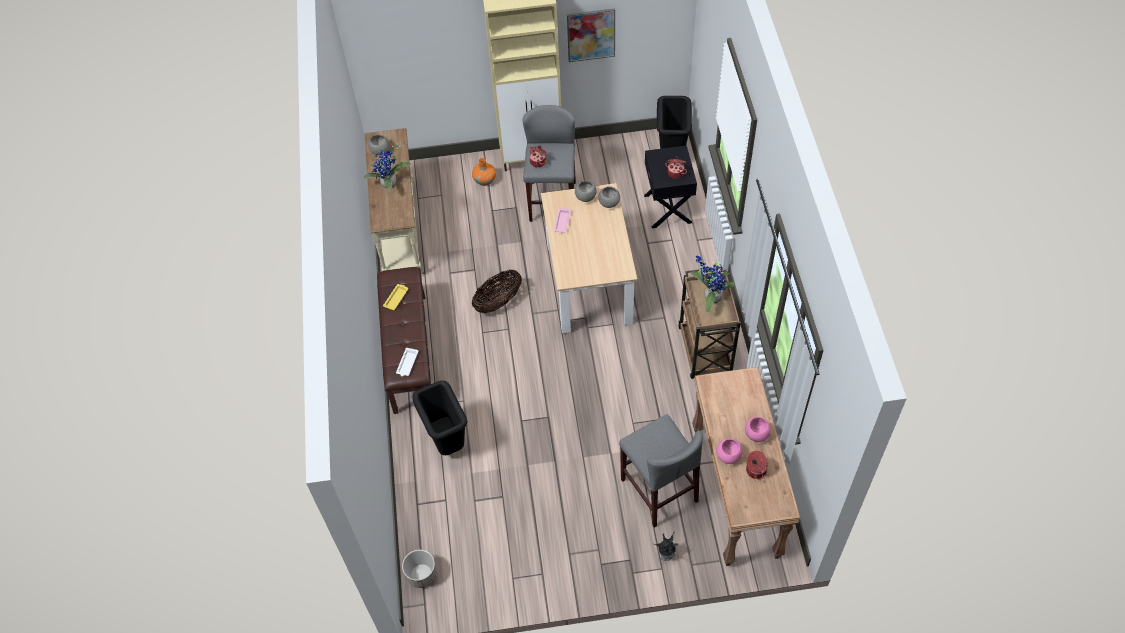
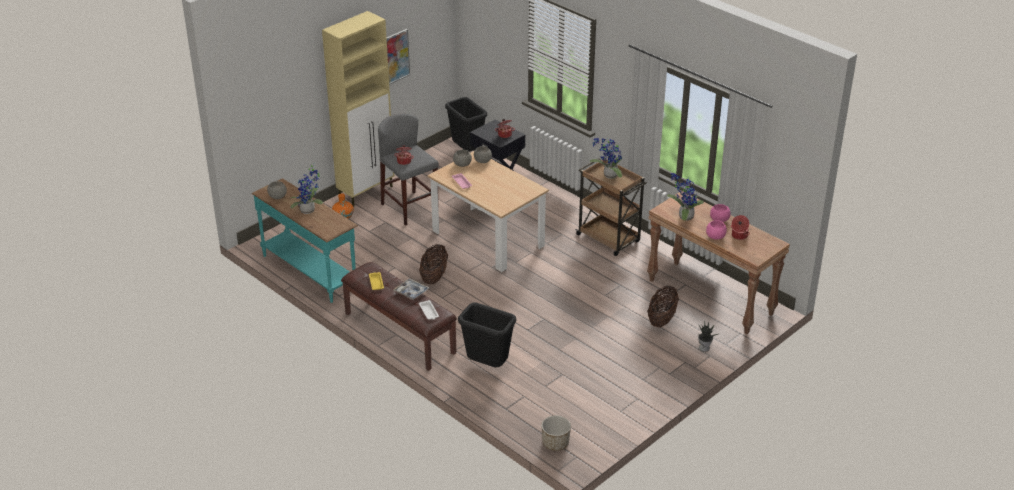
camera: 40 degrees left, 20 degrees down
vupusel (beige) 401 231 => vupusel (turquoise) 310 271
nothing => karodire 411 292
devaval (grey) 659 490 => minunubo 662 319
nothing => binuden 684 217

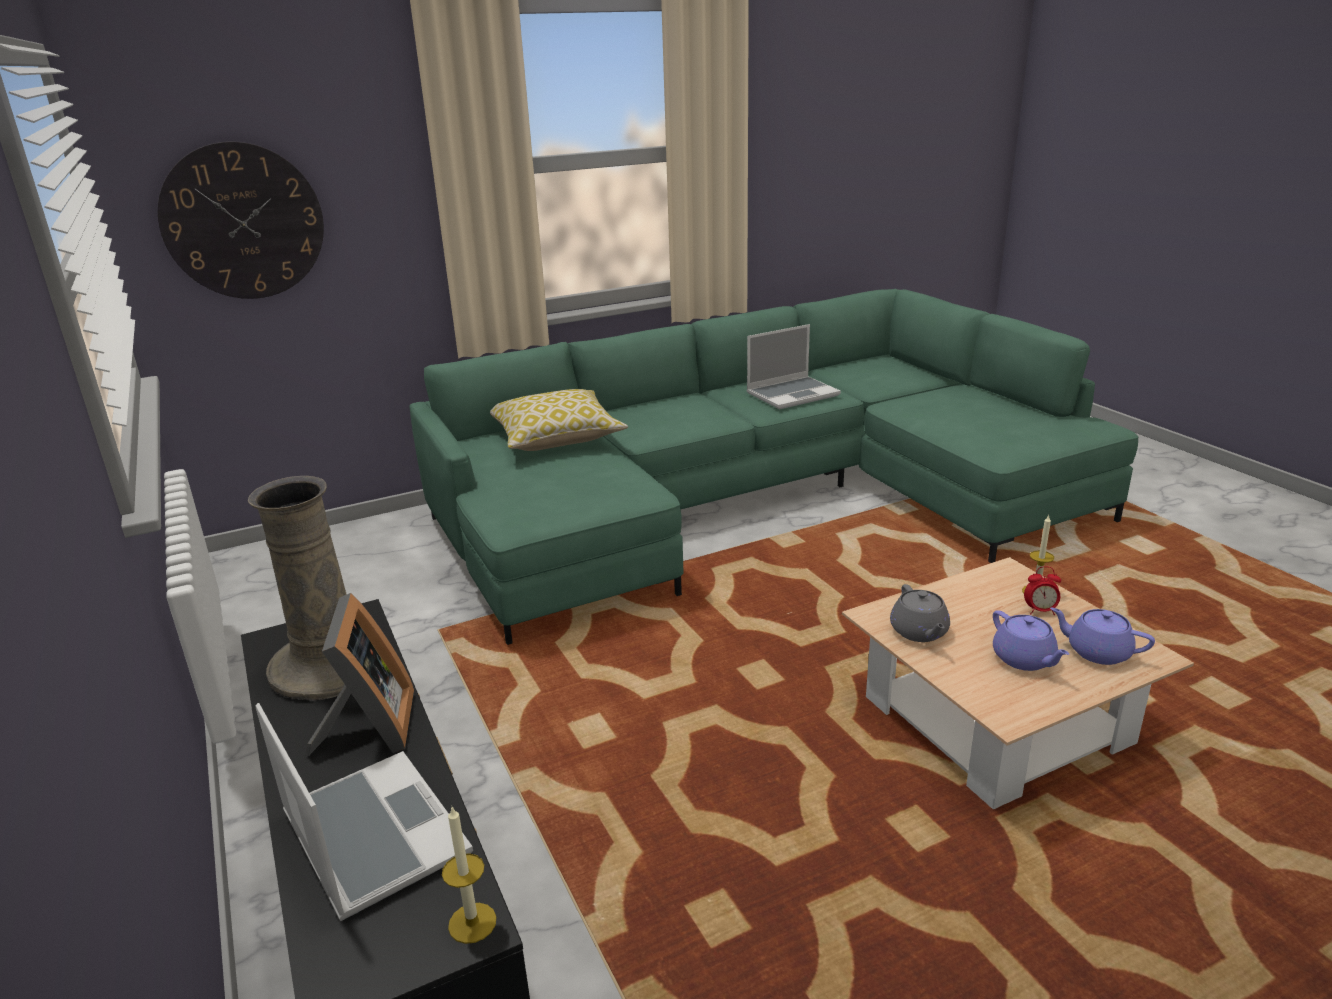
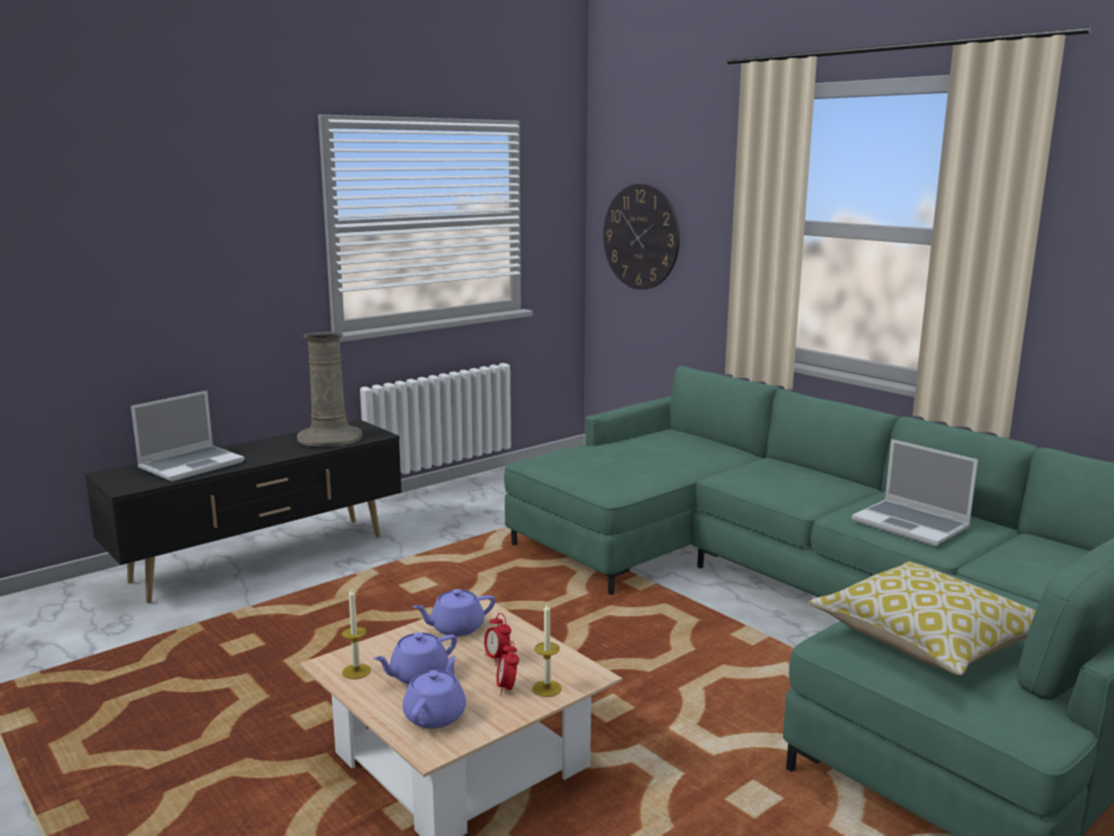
camera: 75 degrees right, 10 degrees down
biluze 472 923 => biluze 356 671, relocated
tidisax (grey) 919 632 => tidisax (purple) 456 628
nothing => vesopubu 497 659
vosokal 556 438 => vosokal 928 641, relocated
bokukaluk 369 728 => nothing

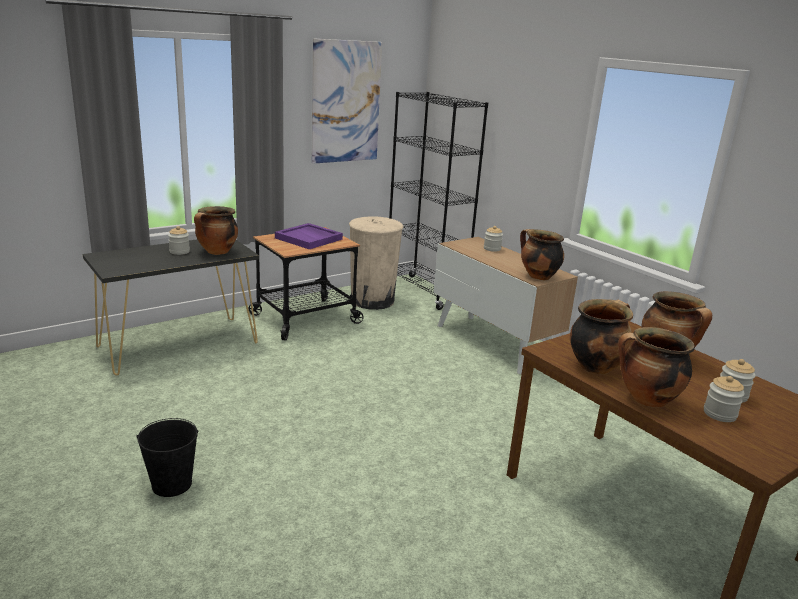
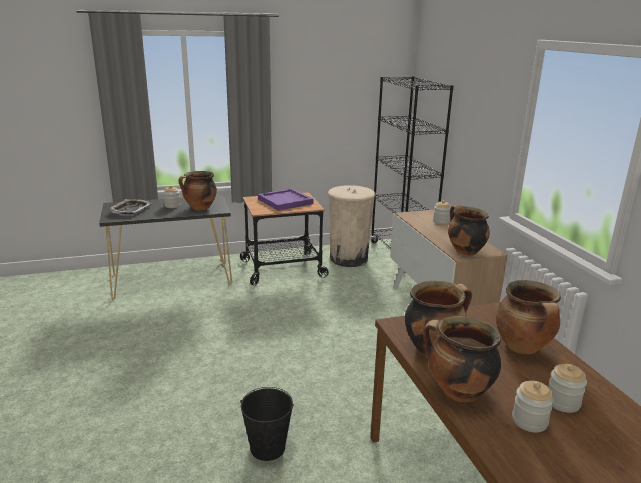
camera: 20 degrees right, 0 degrees up
nothing => karodire 131 210
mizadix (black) 172 484 => mizadix (black) 267 448, relocated
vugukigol 346 102 => nothing

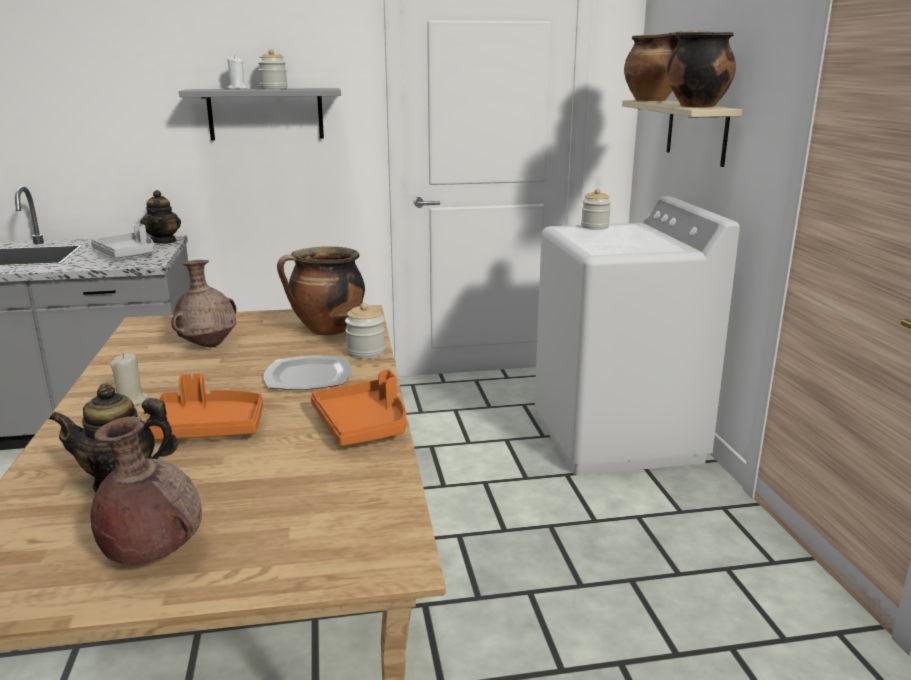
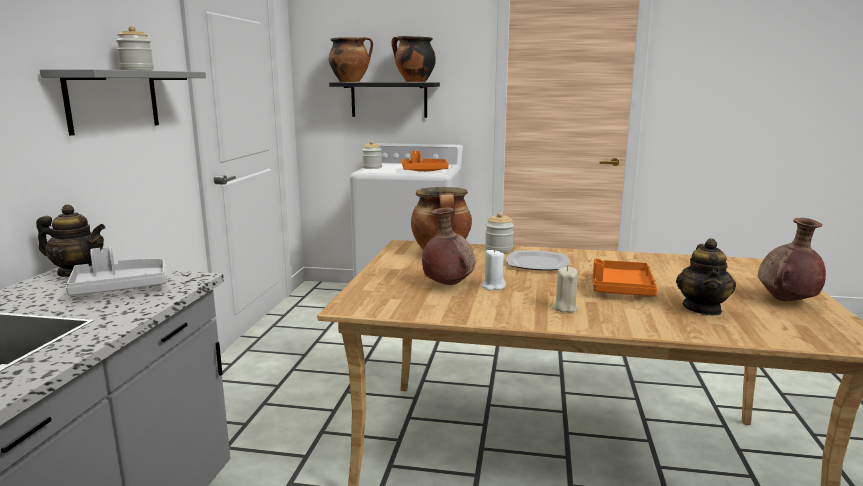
camera: 70 degrees left, 5 degrees down
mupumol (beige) 696 131 => mupumol (black) 389 99
karodire (orange) 363 425 => karodire (orange) 424 171, relocated
biluze (white) 237 89 => biluze (white) 493 286, relocated

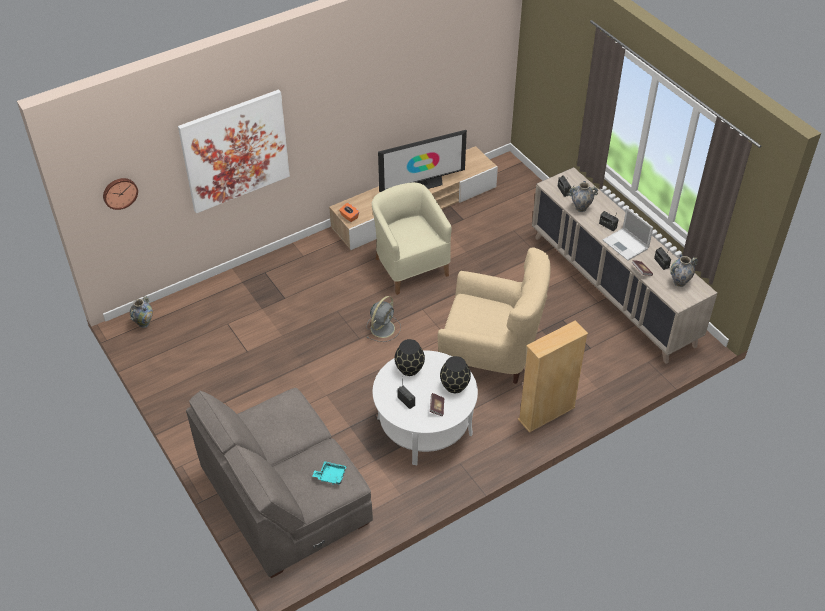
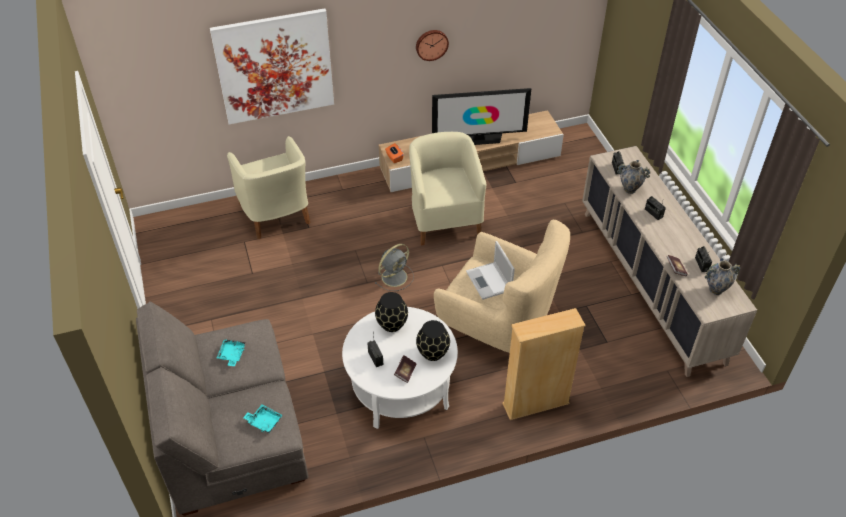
camera: 15 degrees right, 0 degrees up
nothing => karodire (turquoise) 232 355
nothing => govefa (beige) 276 214
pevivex 119 192 => pevivex 431 44, relocated
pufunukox 626 245 => pufunukox 489 281, relocated
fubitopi 144 323 => nothing

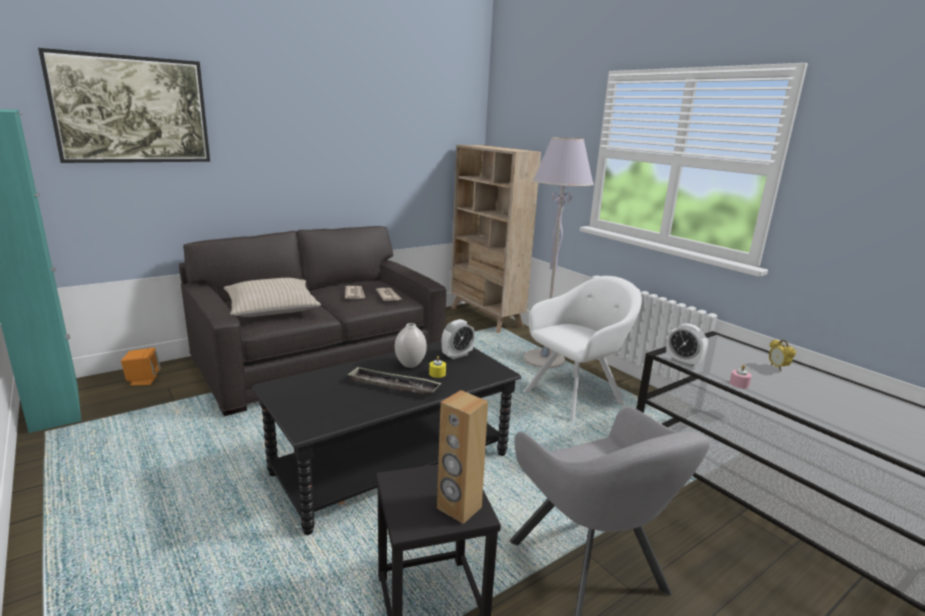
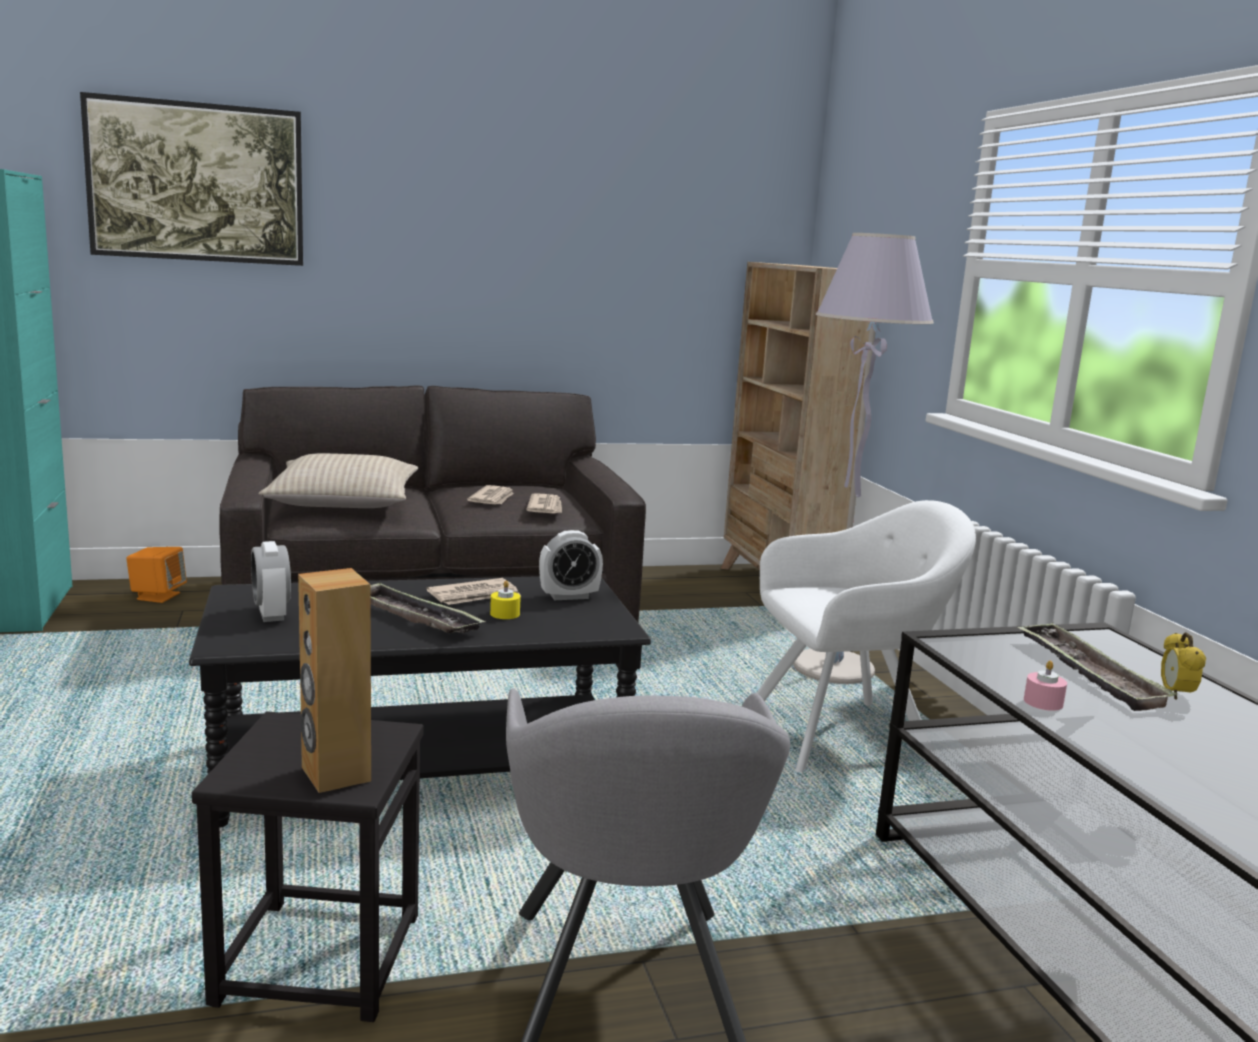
camera: 20 degrees right, 5 degrees down
vesopubu 683 362 => vesopubu 271 614, relocated
fubitopi (white) 410 364 => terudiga 475 596
nothing => karodire 1088 673

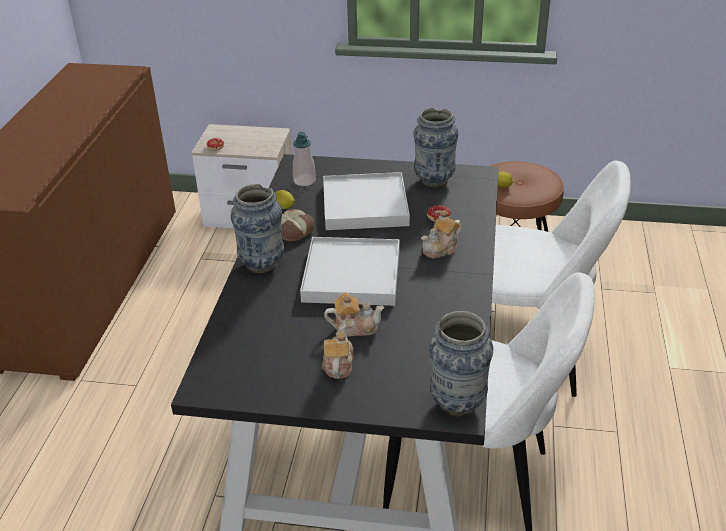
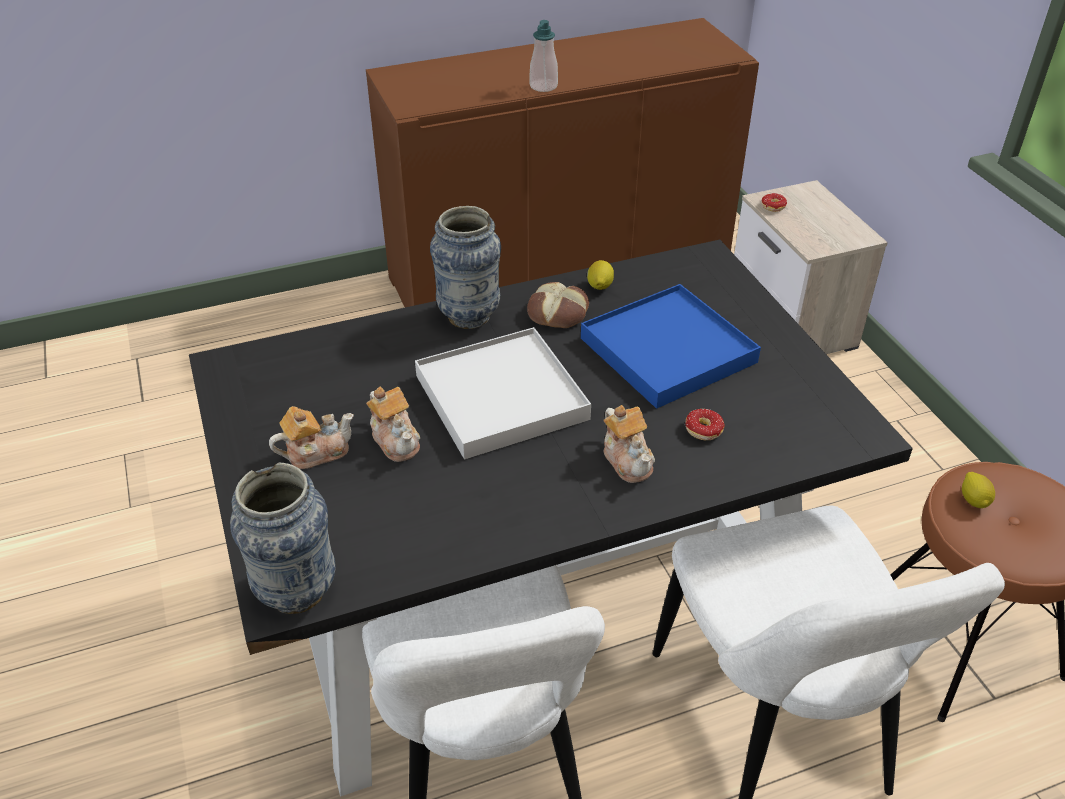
camera: 60 degrees right, 5 degrees up
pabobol 304 181 => pabobol 543 86, relocated
karodire (white) 364 205 => karodire (blue) 668 350
tidisax 441 249 => tidisax 628 459, 135 degrees counterclockwise
fubitopi 434 180 => nothing

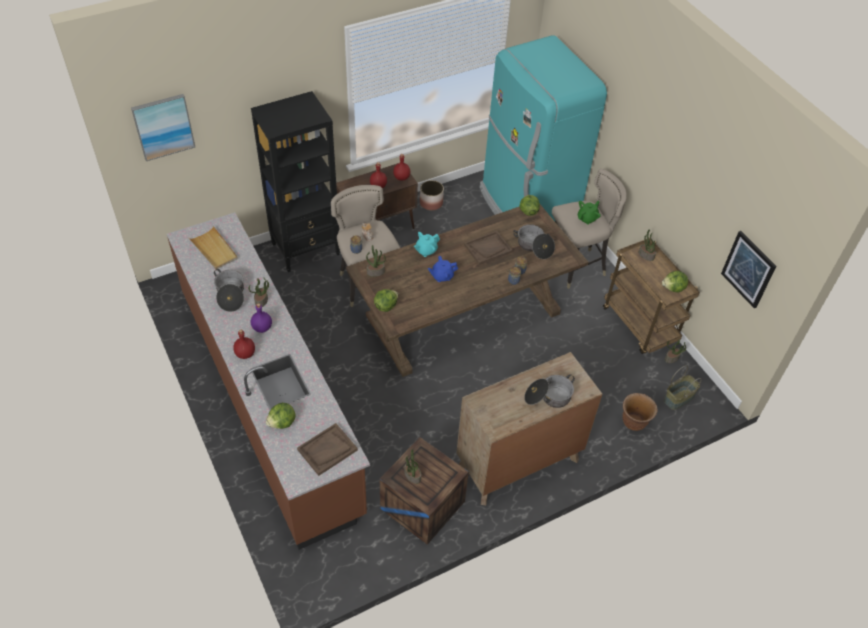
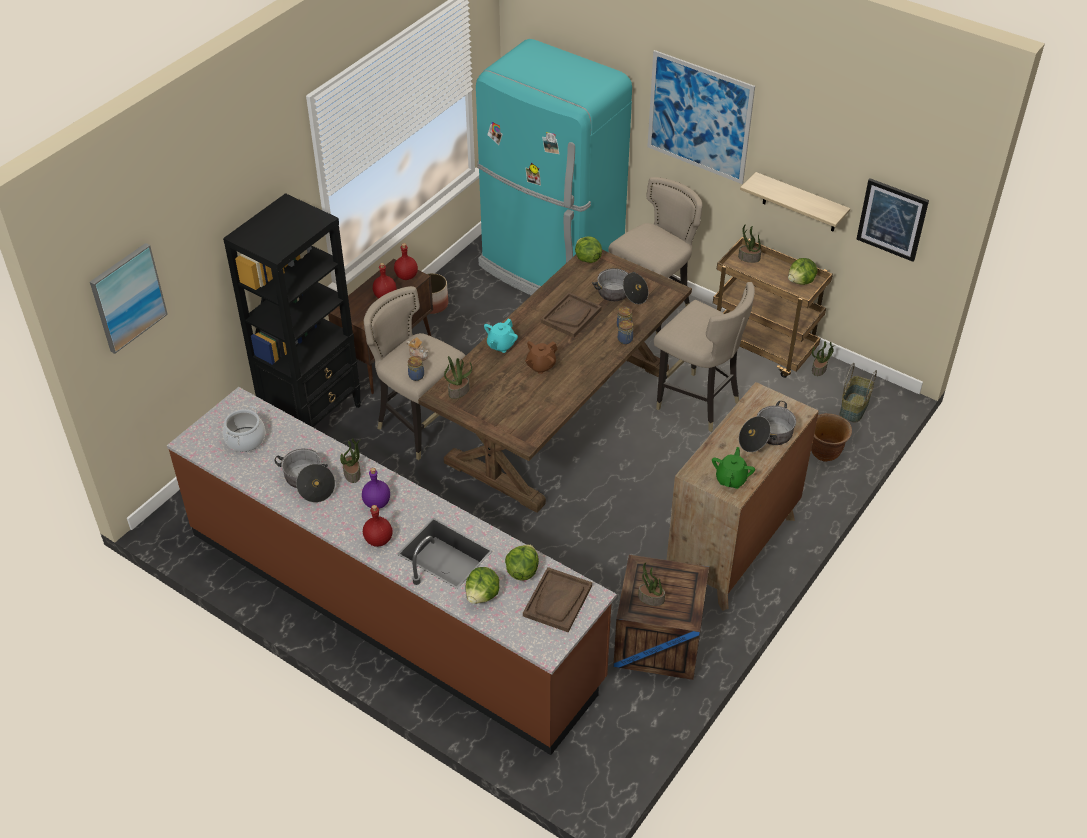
camera: 25 degrees left, 5 degrees down
karodire (beige) 214 250 => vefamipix 245 439
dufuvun 385 306 => dufuvun 522 571, relocated
tidisax (blue) 442 276 => tidisax (brown) 540 366
nothing => vugukigol 699 117
nothing => devaval (beige) 697 403
tidisax (green) 587 218 => tidisax (green) 731 479, relocated
nothing => mupumol 800 203

